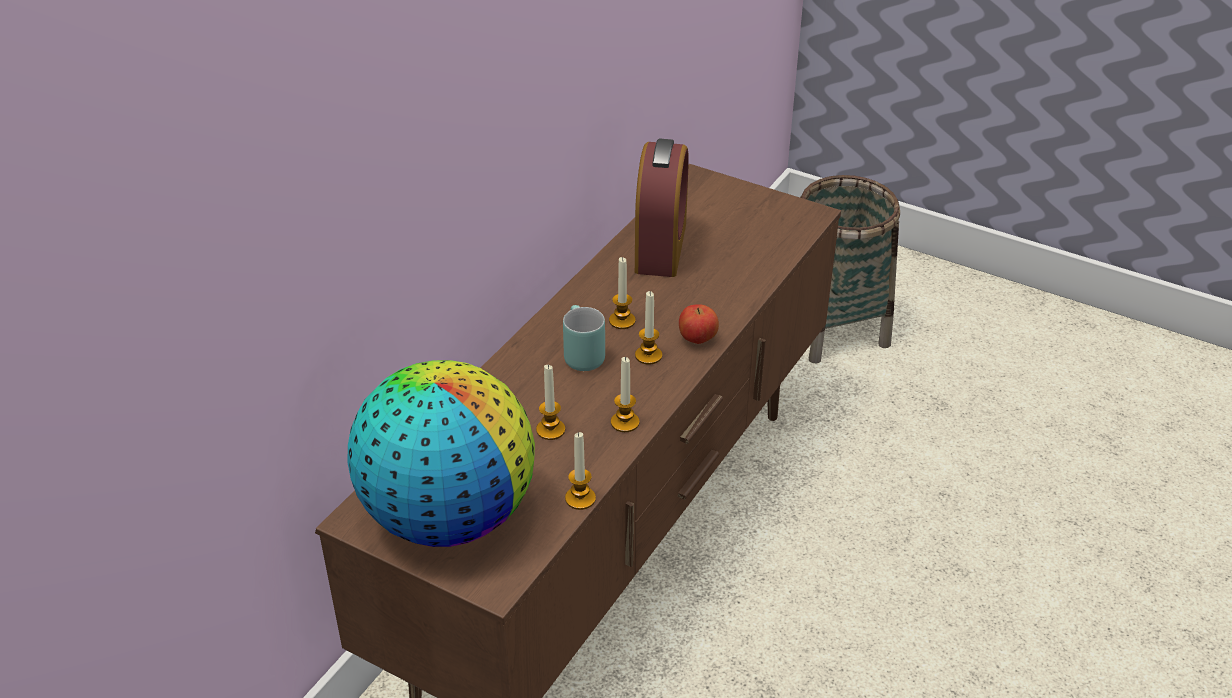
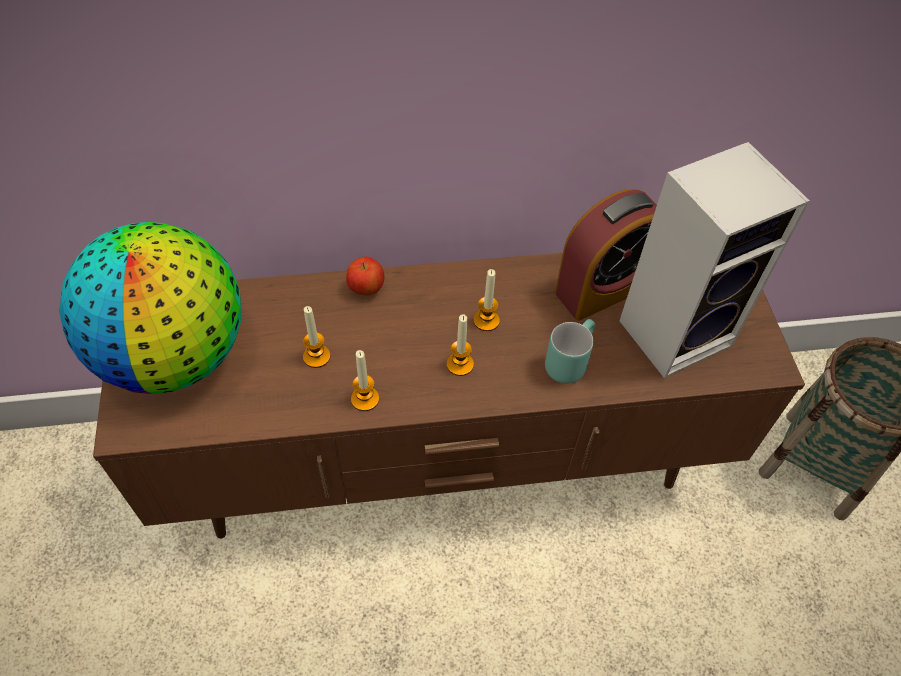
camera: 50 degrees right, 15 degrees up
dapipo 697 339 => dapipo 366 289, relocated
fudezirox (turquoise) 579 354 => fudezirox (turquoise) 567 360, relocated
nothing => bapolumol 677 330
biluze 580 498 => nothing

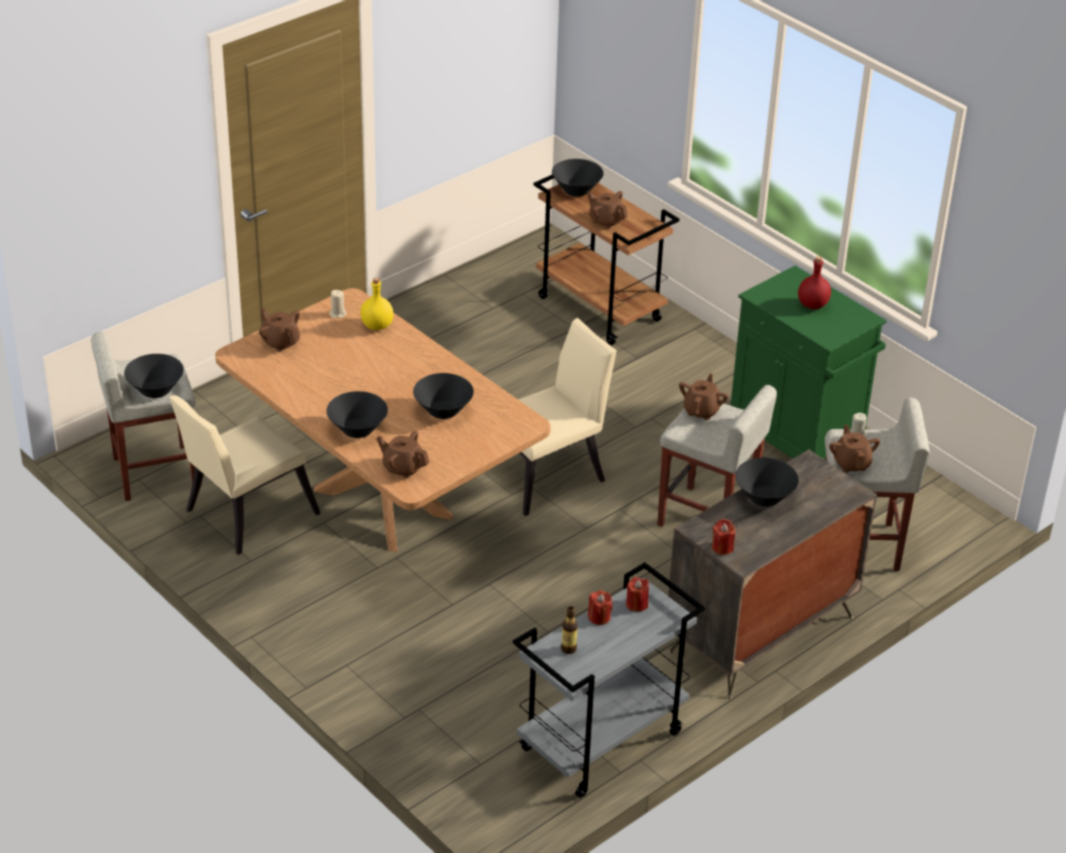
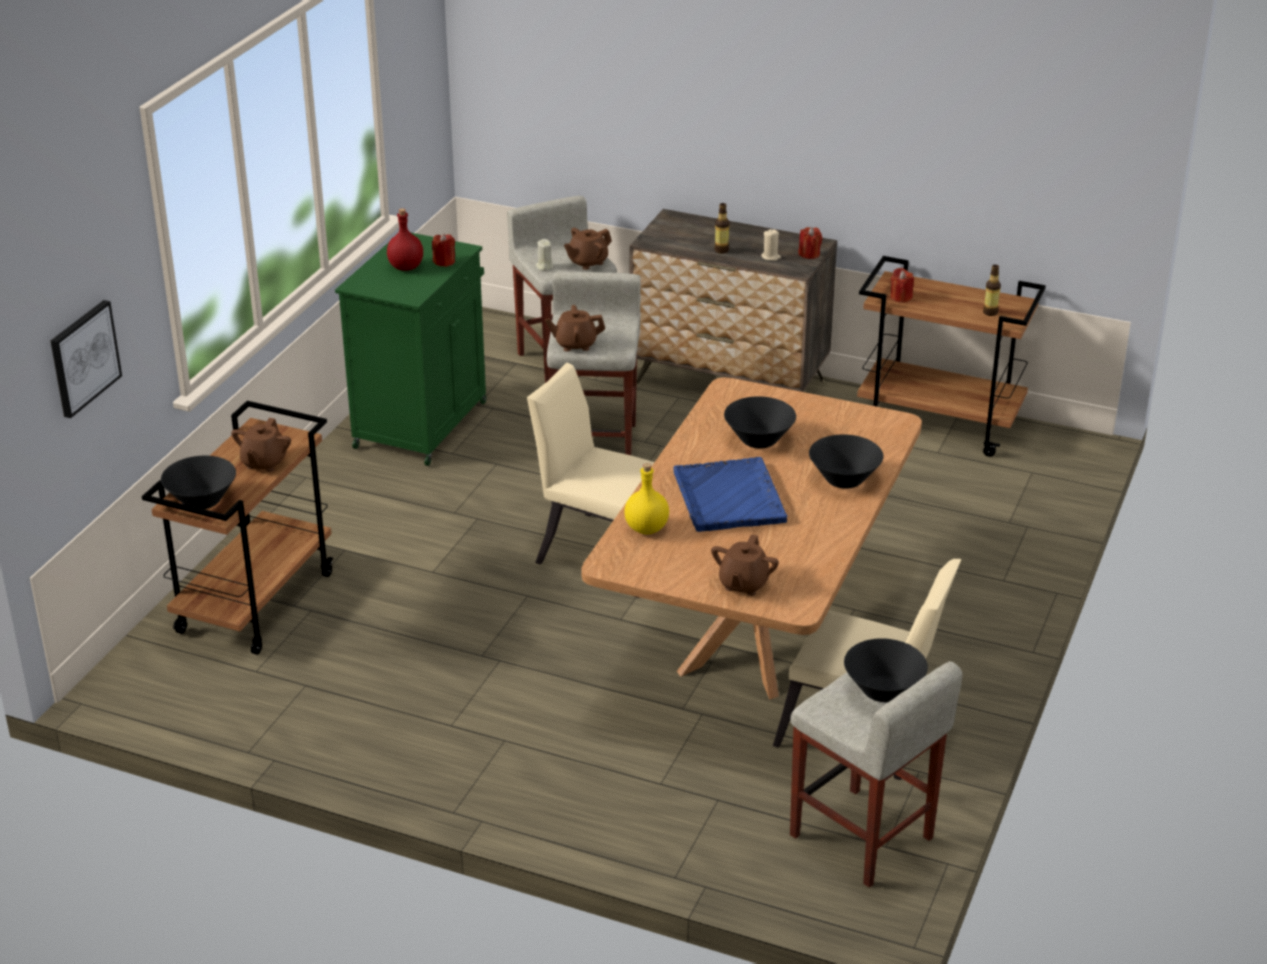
camera: 115 degrees left, 5 degrees down
nothing => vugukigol 83 358
biluze (red) 599 617 => biluze (red) 444 262, relocated
nothing => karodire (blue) 729 498
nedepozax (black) 764 497 => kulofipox 721 250
biluze (beige) 337 314 => biluze (beige) 770 257, relocated
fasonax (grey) 601 742 => fasonax (brown) 941 424
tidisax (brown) 403 468 => nothing

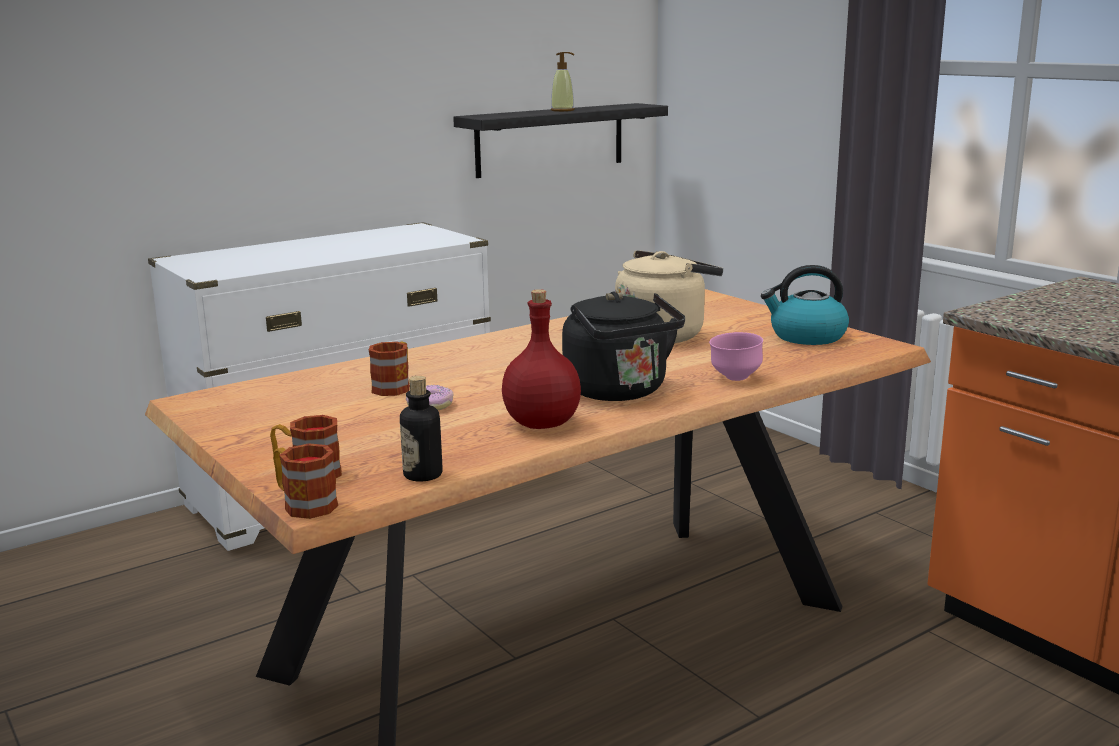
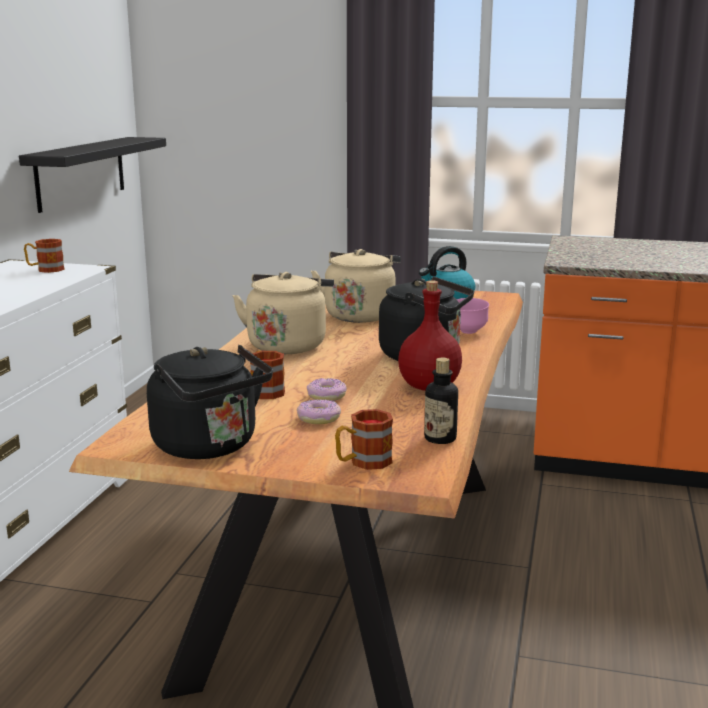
camera: 40 degrees left, 0 degrees up
fudezirox 303 504 => fudezirox 45 269, relocated
nothing => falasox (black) 210 447
nothing => falasox (beige) 287 345
nothing => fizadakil 318 418
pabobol 562 110 => nothing

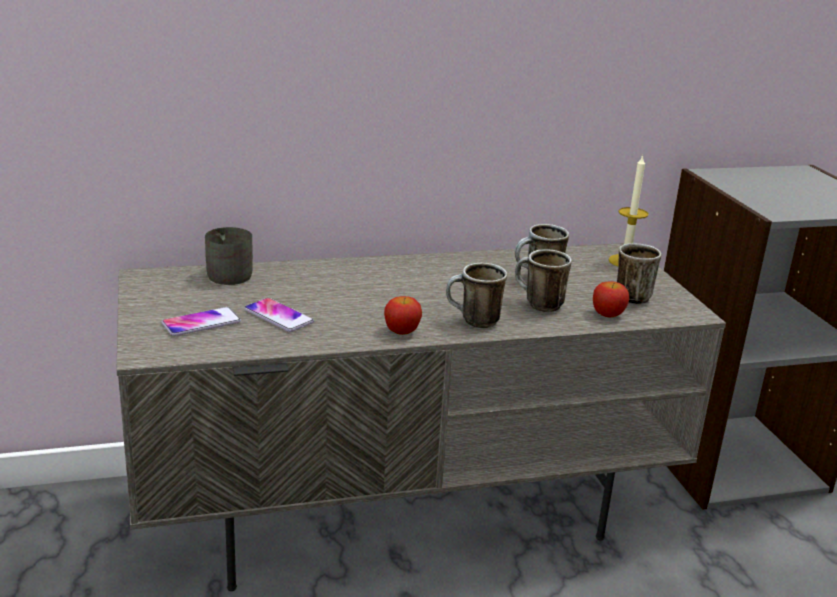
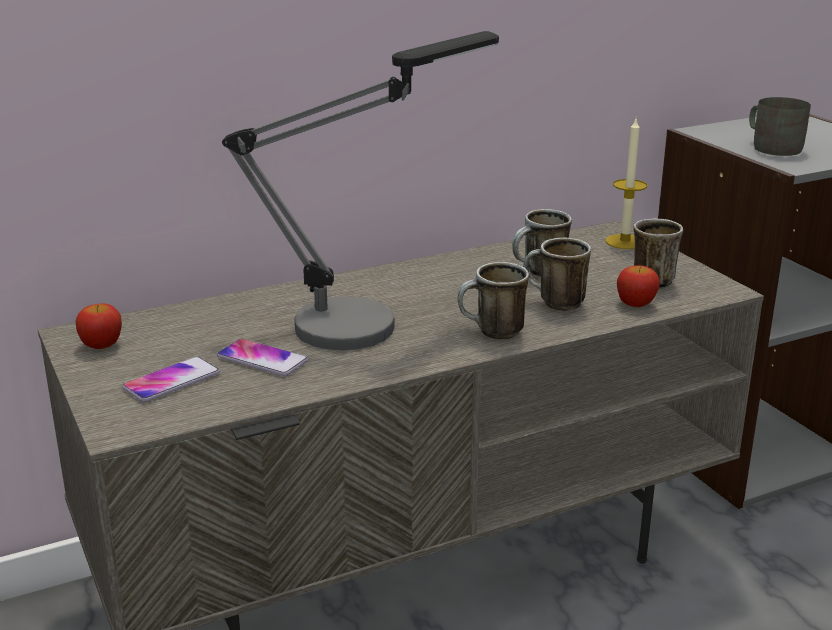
camera: 10 degrees left, 0 degrees up
dapipo 402 331 => dapipo 102 345, relocated
nothing => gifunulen 369 319
fudezirox (grey) 229 273 => fudezirox (grey) 772 147, relocated

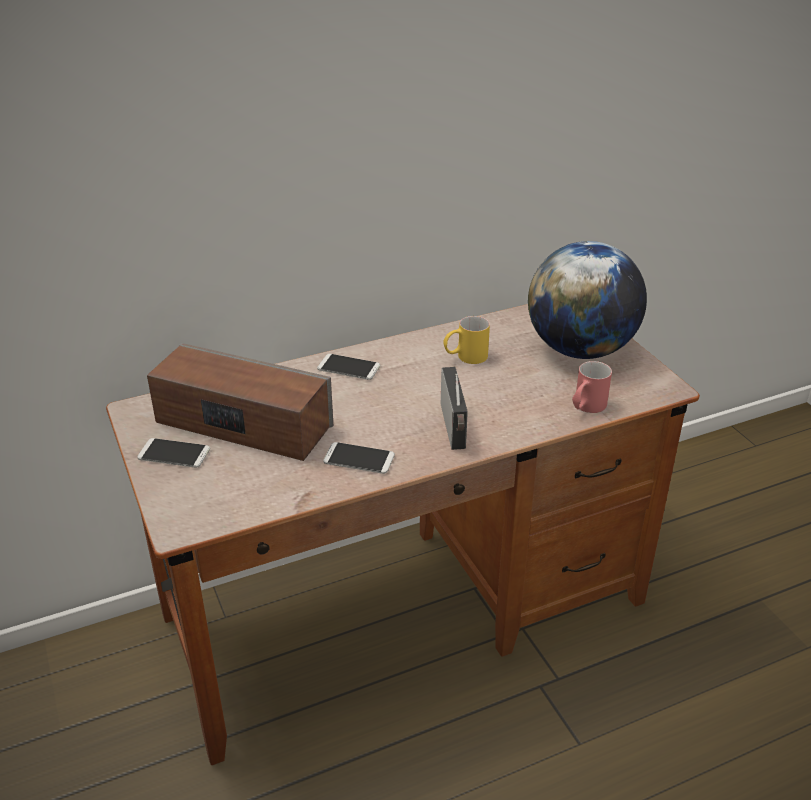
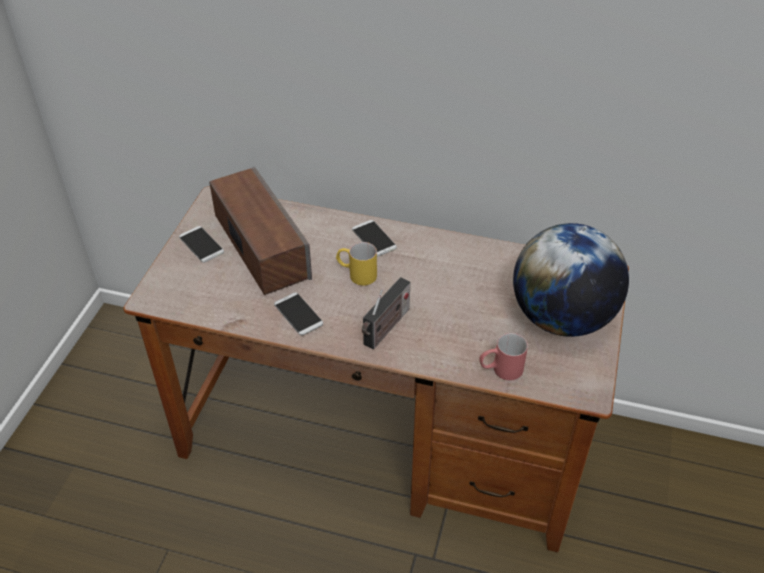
camera: 40 degrees right, 10 degrees up
fudezirox (yellow) 465 357 => fudezirox (yellow) 356 274, relocated

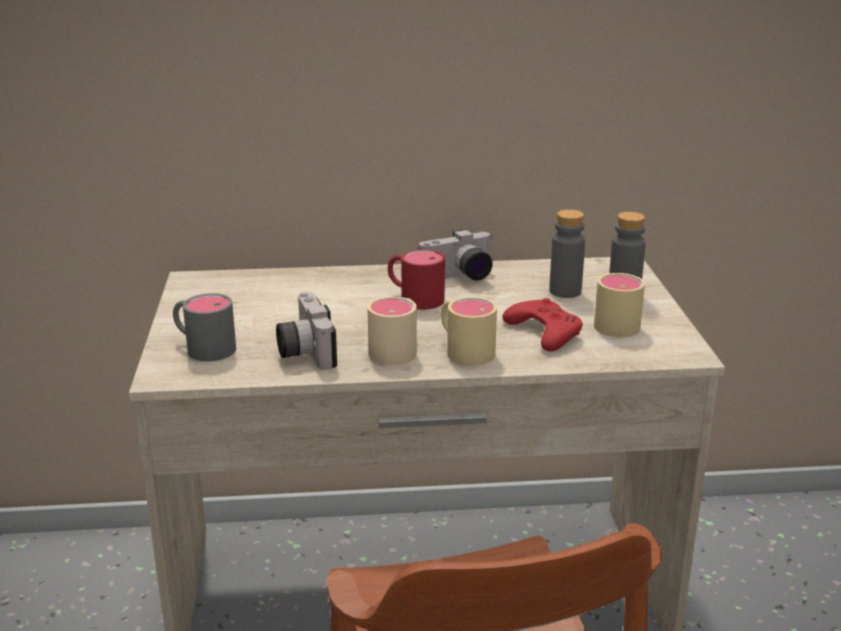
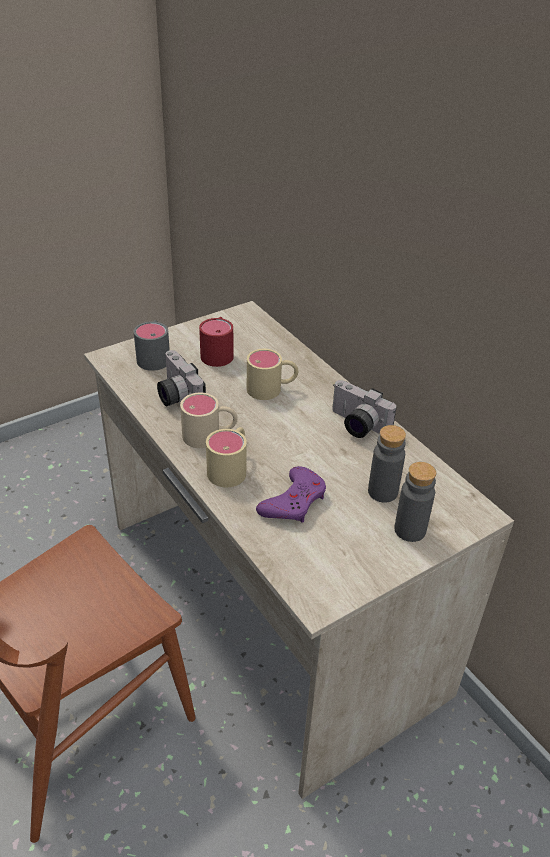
camera: 60 degrees right, 15 degrees up
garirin 303 351 => garirin 176 396, 75 degrees counterclockwise
fudezirox (red) 414 298 => fudezirox (red) 218 352, relocated
fudezirox (beige) 619 322 => fudezirox (beige) 272 389, relocated
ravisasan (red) 544 332 => ravisasan (purple) 294 501

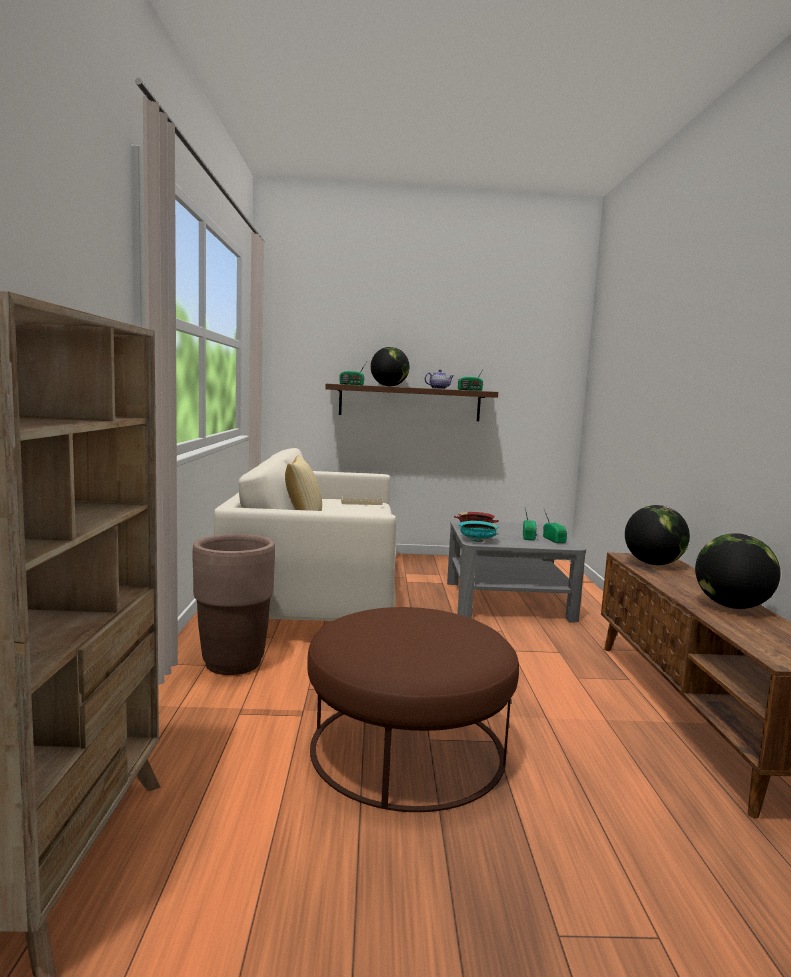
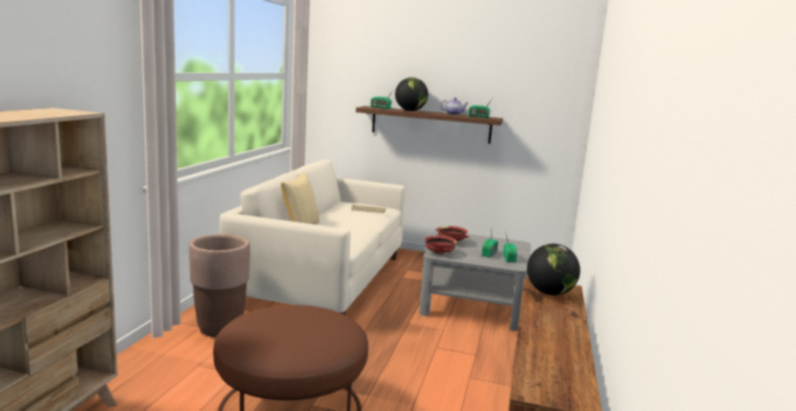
camera: 15 degrees right, 5 degrees up
nedepozax (turquoise) 477 540 => nedepozax (red) 439 253
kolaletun 731 606 => nothing

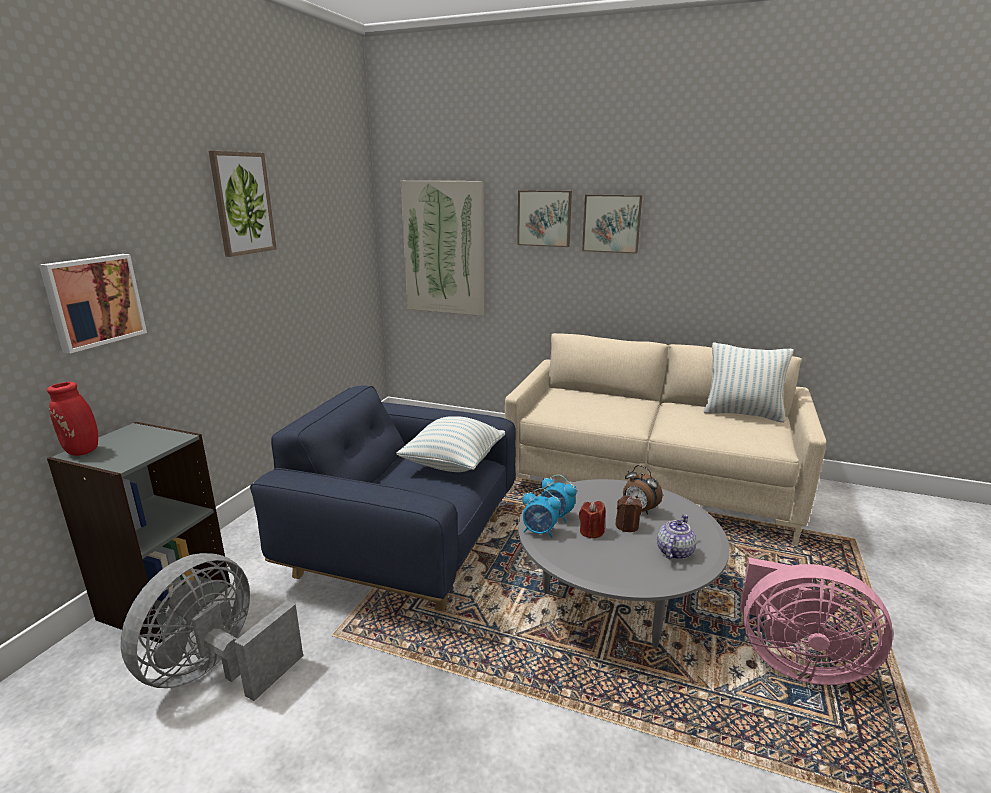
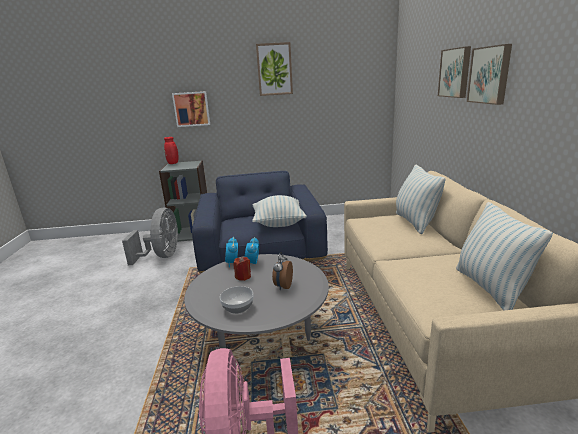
camera: 65 degrees right, 0 degrees up
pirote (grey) 217 671 => pirote (grey) 162 256, 90 degrees clockwise
tidisax 674 552 => nedepozax 237 307
nothing => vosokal 415 222
vugukigol 444 248 => nothing
biluze (brown) 627 526 => nothing

